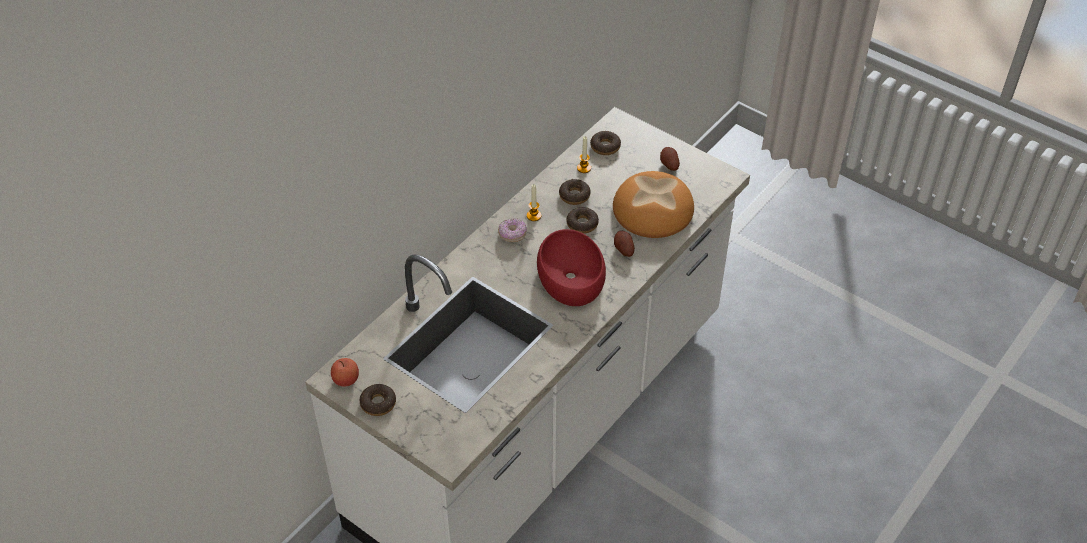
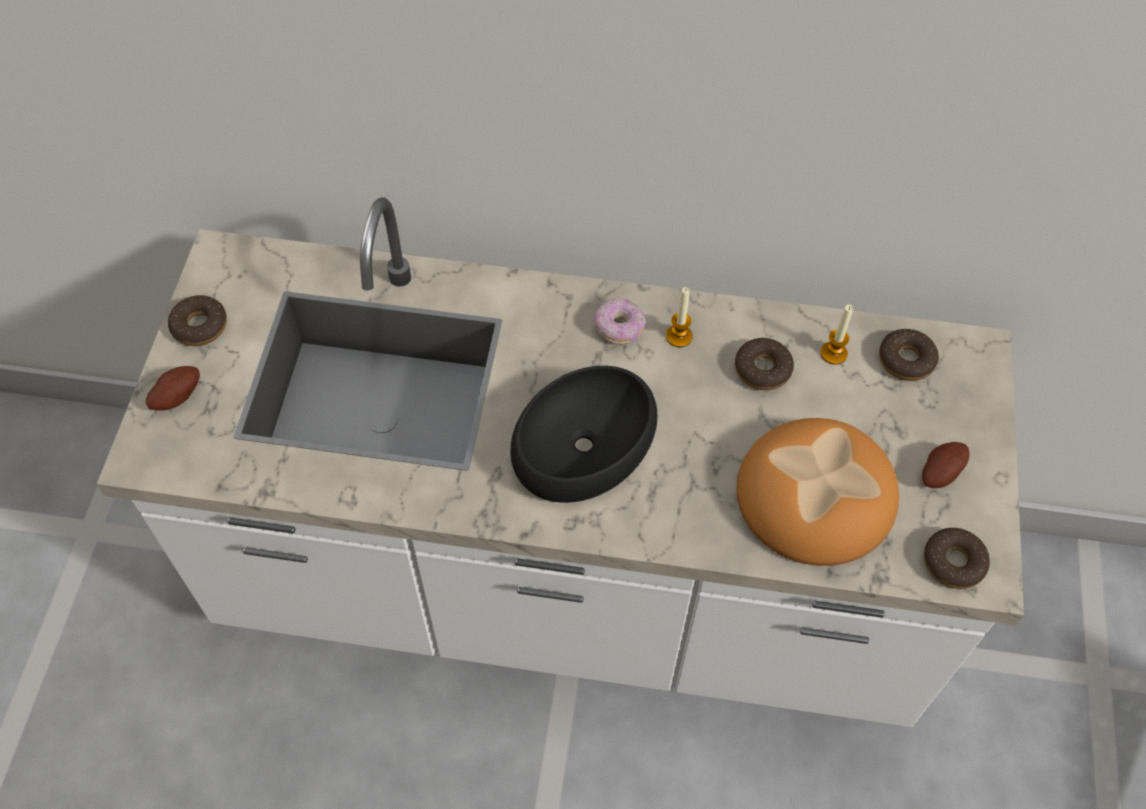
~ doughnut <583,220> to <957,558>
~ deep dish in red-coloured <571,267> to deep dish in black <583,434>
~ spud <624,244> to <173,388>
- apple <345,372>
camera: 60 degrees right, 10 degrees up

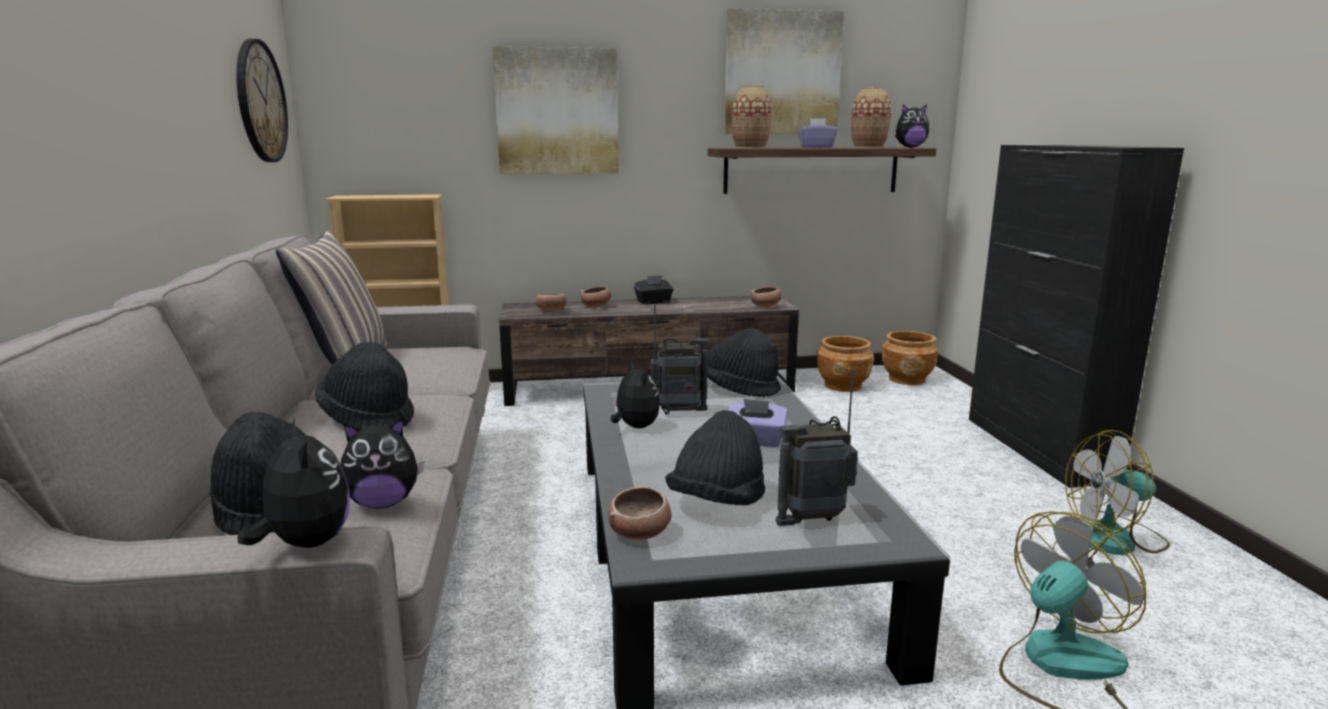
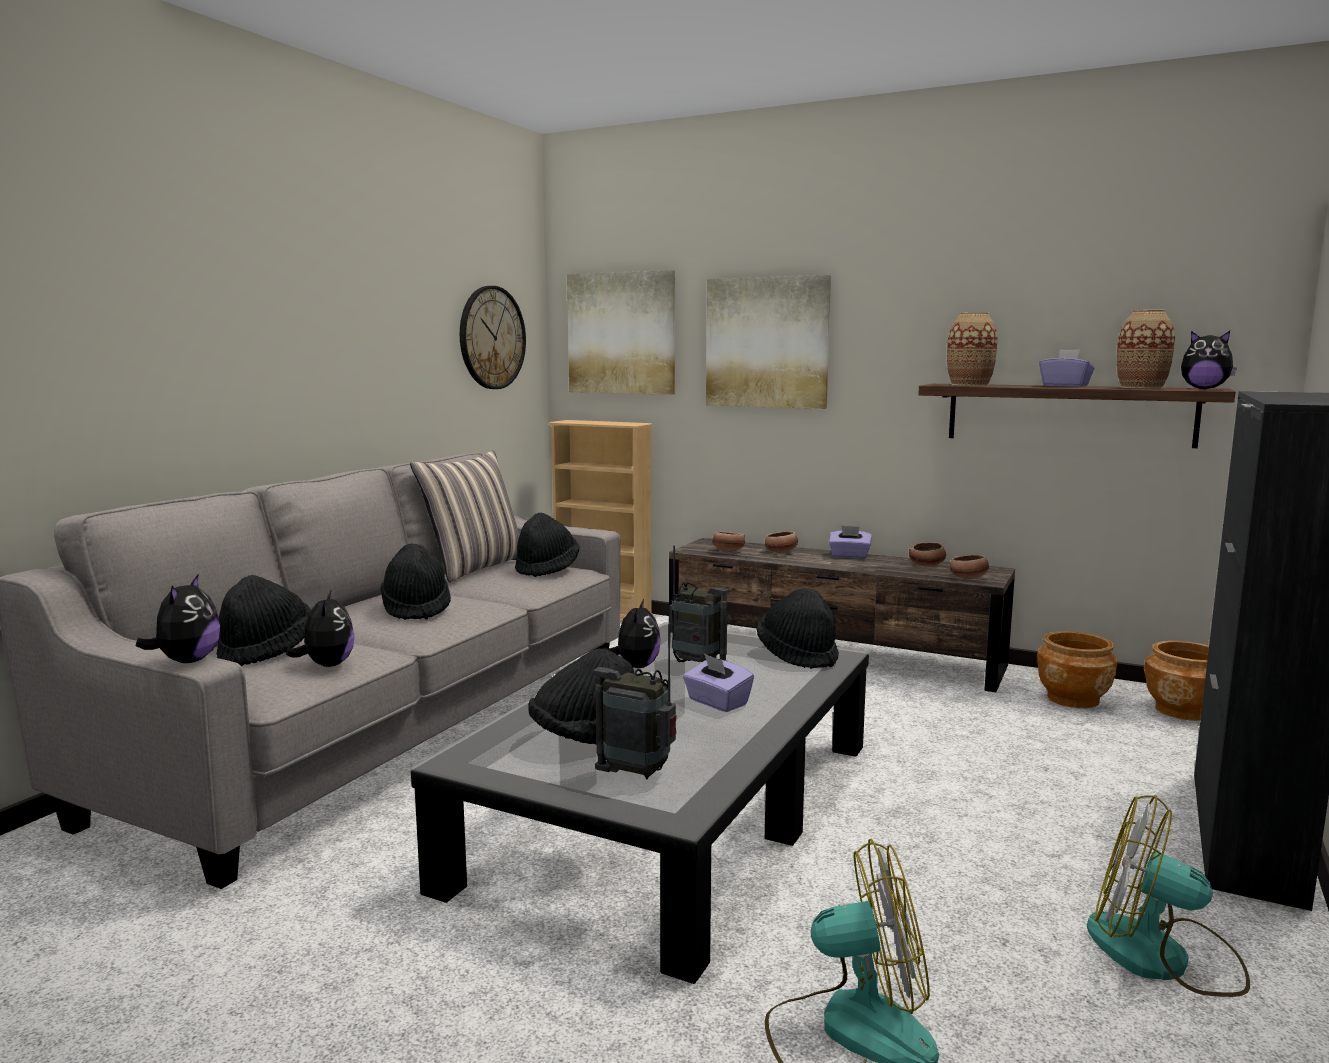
~ wall art <784,71> to <621,332>
~ tissue holder in black <654,289> to tissue holder in purplish <850,542>
~ soft toy <382,463> = <320,628> 120 degrees counterclockwise
~ deep dish <639,513> to <927,554>
+ wearable hat in black <547,545>
camera: 35 degrees right, 5 degrees down

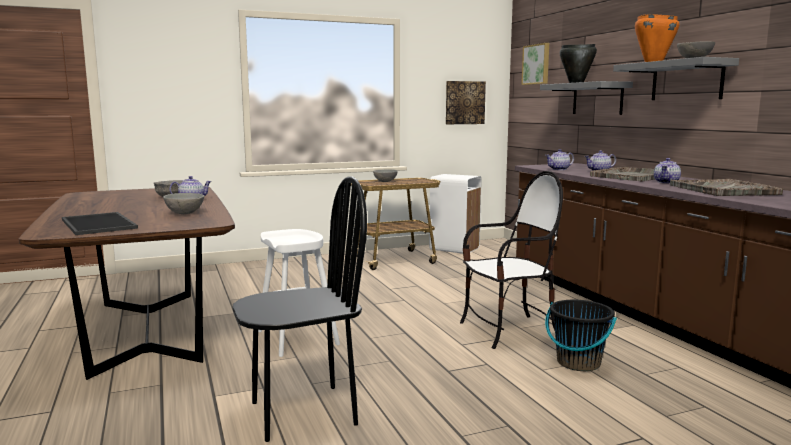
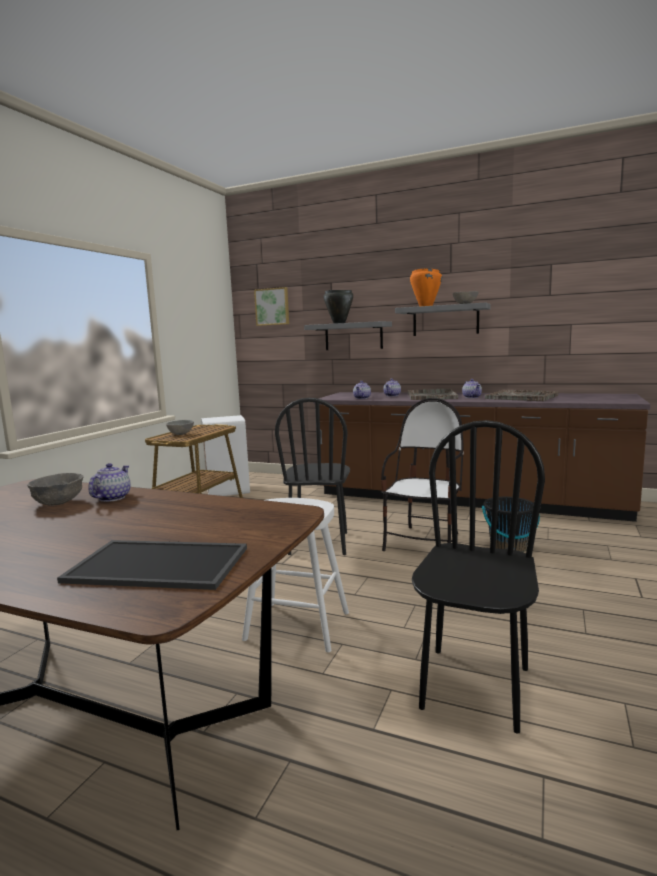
- wall art <466,102>
- deep dish in grey <183,203>
+ upright chair in black <312,476>
camera: 45 degrees left, 0 degrees up

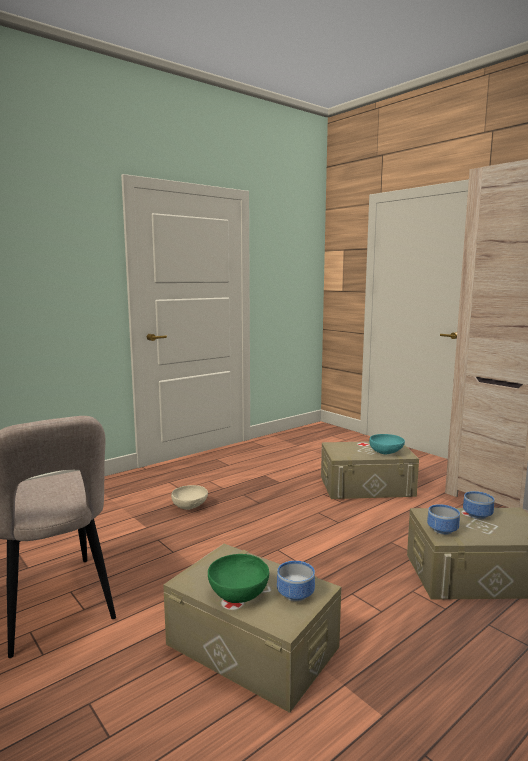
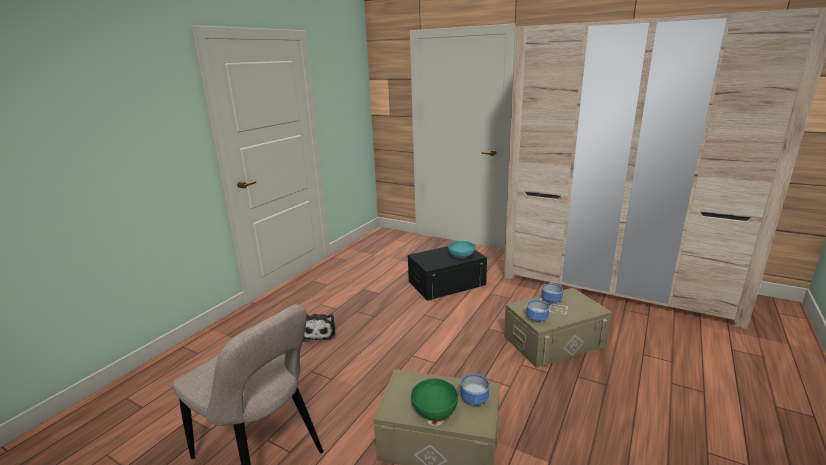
~ storage container in sand-coloured <370,470> to storage container in black <447,273>
~ deep dish in sand-coloured <189,497> to soft toy <319,328>
camera: 20 degrees left, 10 degrees up

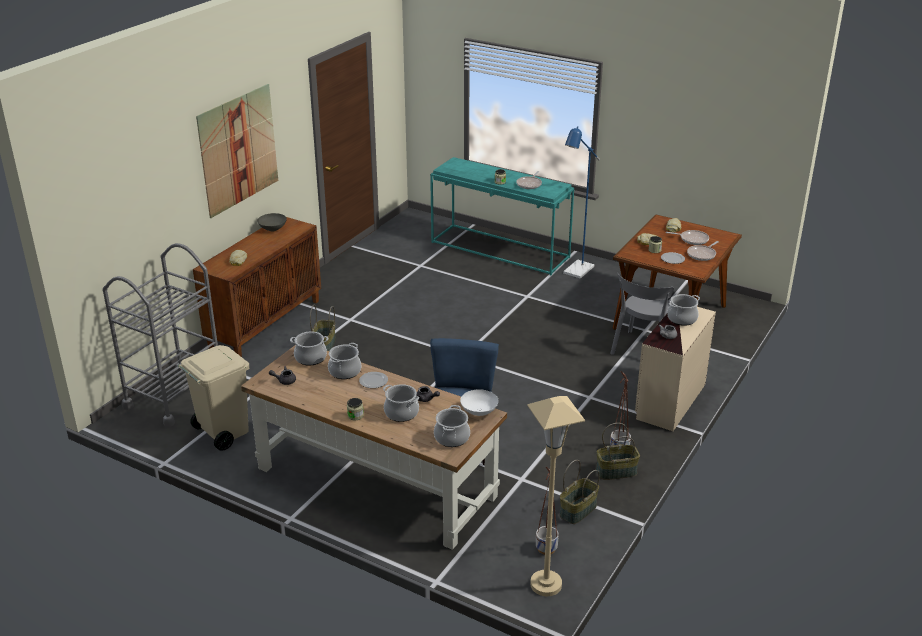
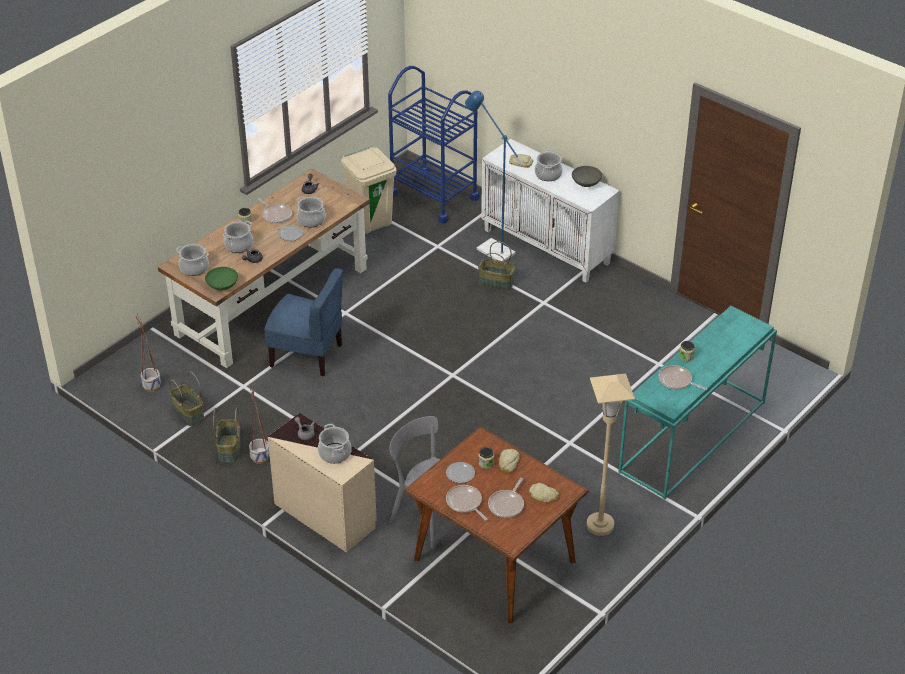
- wall art <237,151>
~ standard lamp in blue <581,202> to <494,176>
~ storage cabinet in brown <257,287> to storage cabinet in white-coloured <550,211>
~ cart in grey <160,335> to cart in blue <433,145>
~ saucepot <309,349> to <549,165>
~ deep dish in white-coloured <479,402> to deep dish in green-coloured <221,278>
~ standard lamp in sand-coloured <556,496> to <611,455>
+ frying pan <274,210>
camera: 100 degrees right, 10 degrees up

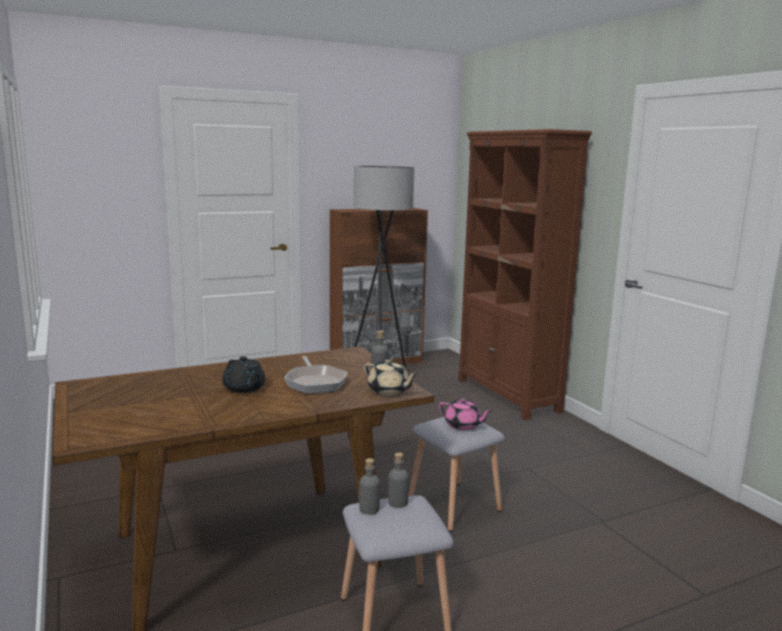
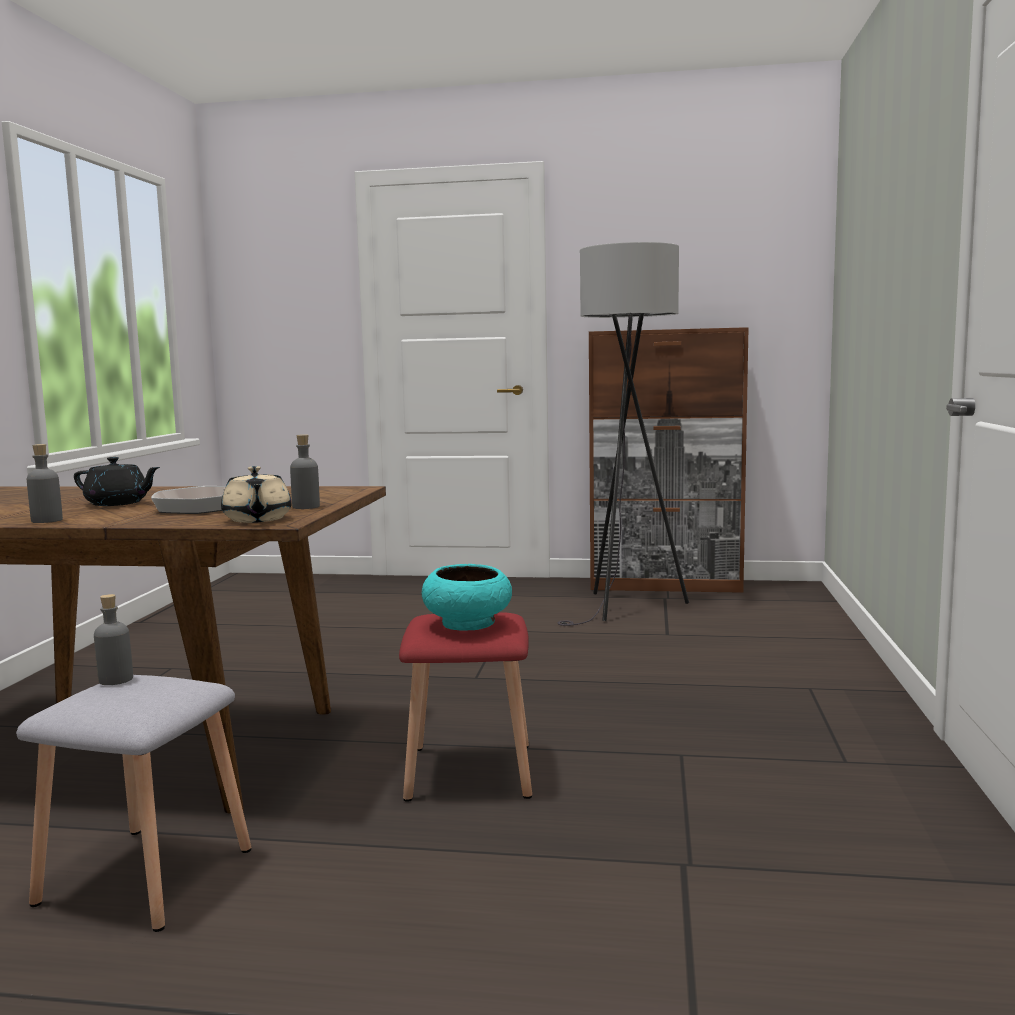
- bookshelf in brown <525,274>
~ pot for tea in black <244,374> = <117,481> 75 degrees counterclockwise
~ pot for tea in pink-coloured <465,414> to deep dish in turquoise-coloured <467,597>
~ stool in grey <456,474> to stool in red-coloured <465,707>
~ drink bottle in grey <398,480> to <45,483>
camera: 35 degrees right, 5 degrees down

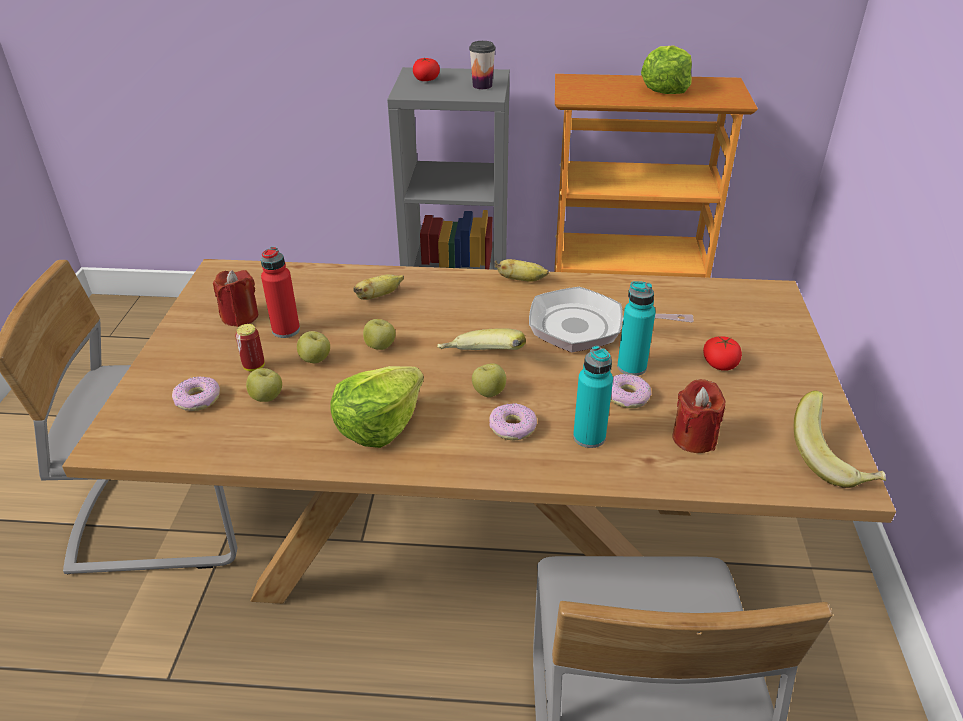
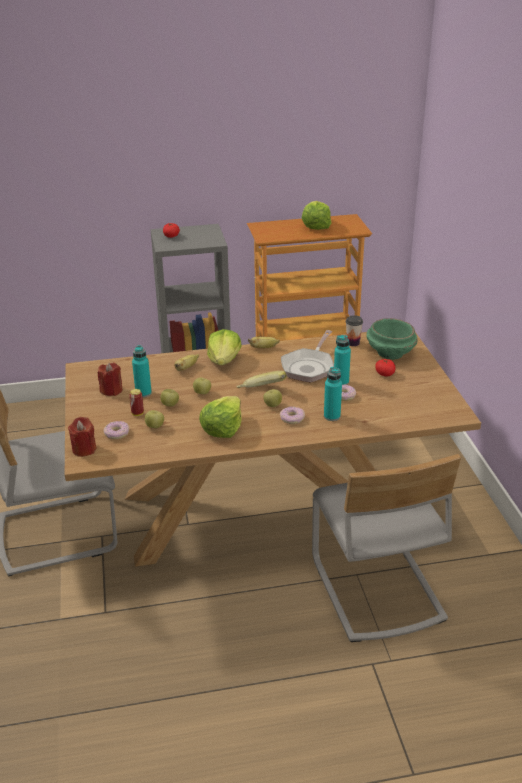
~ small cup <482,65> to <354,330>
~ drink bottle in red-coloured <280,292> to drink bottle in turquoise-coloured <142,371>
~ frying pan <611,319> = <307,356> 60 degrees counterclockwise
~ candle in red-coloured <698,416> to <82,437>
- banana <840,439>
+ deep dish in green-coloured <392,339>
+ lettuce <224,347>
camera: 15 degrees left, 5 degrees down

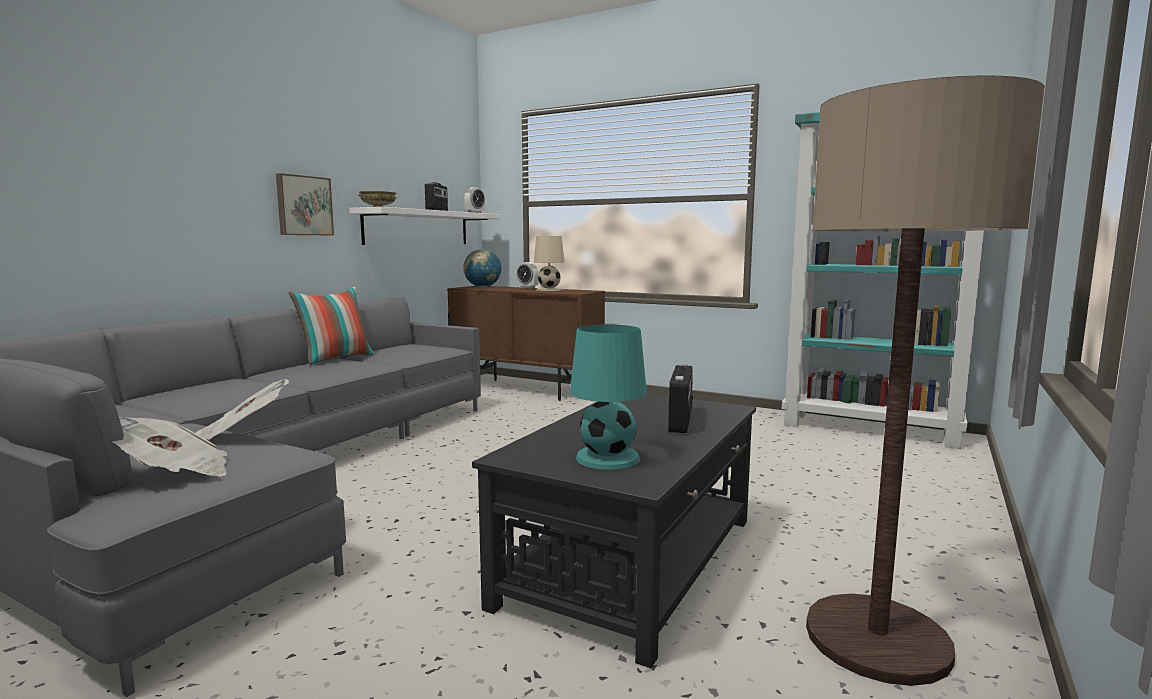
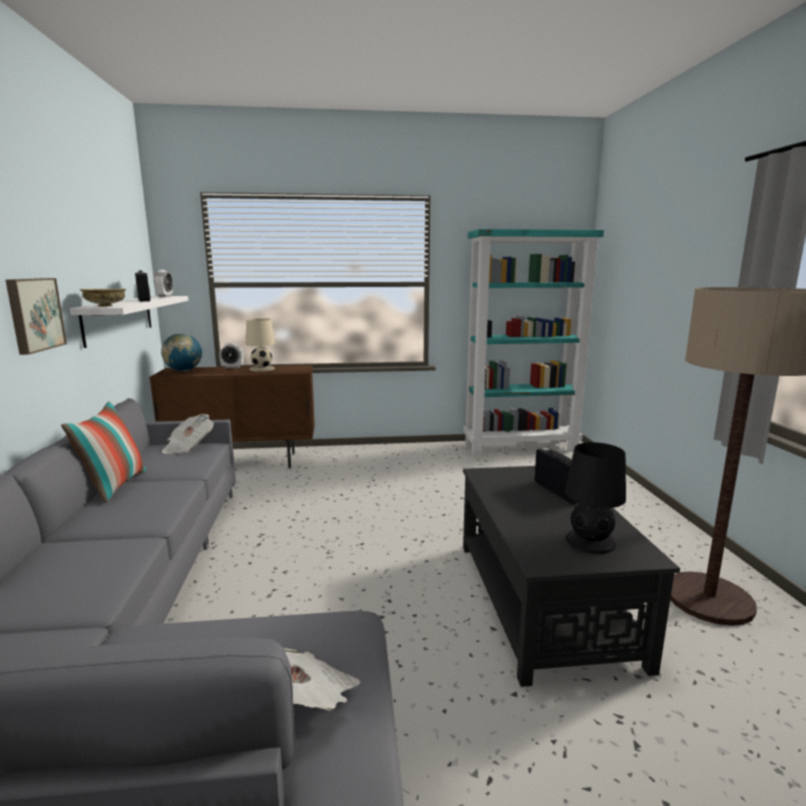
~ table lamp in turquoise-coloured <608,397> to table lamp in black <595,498>
~ newspaper <242,409> to <188,434>
camera: 35 degrees left, 5 degrees up

